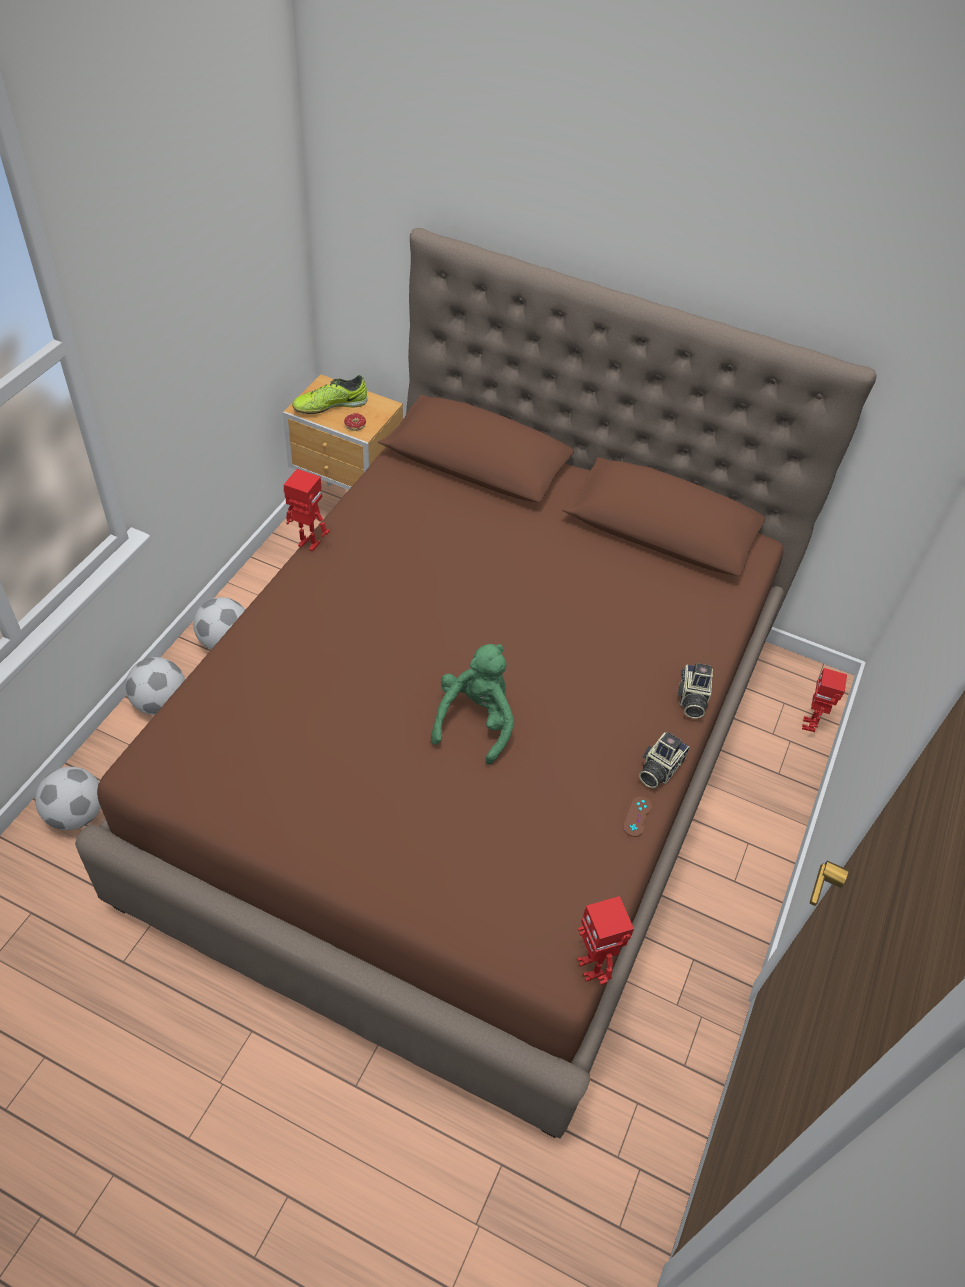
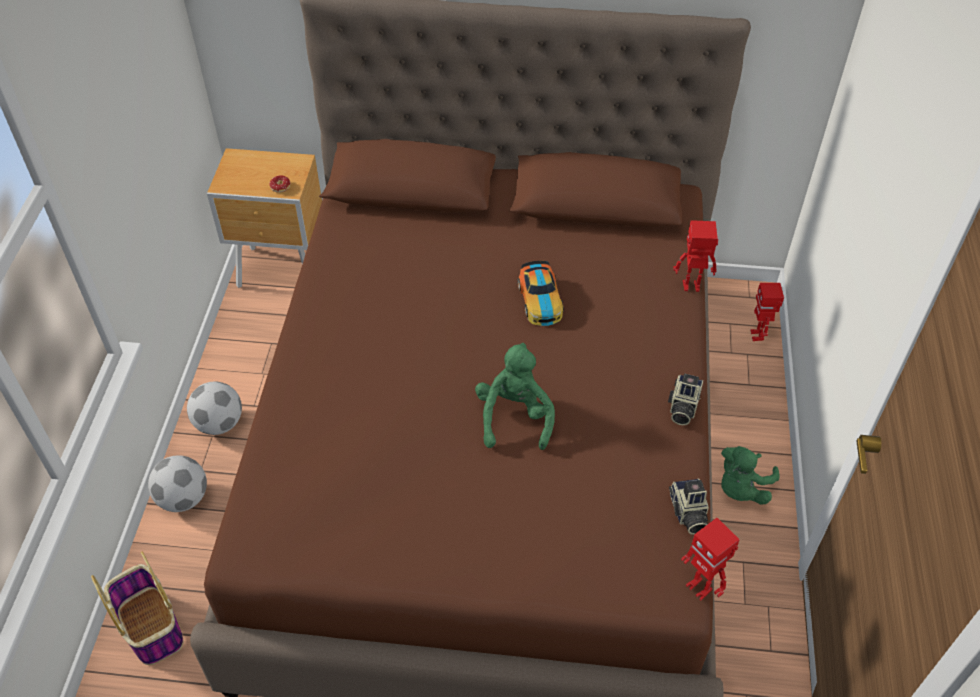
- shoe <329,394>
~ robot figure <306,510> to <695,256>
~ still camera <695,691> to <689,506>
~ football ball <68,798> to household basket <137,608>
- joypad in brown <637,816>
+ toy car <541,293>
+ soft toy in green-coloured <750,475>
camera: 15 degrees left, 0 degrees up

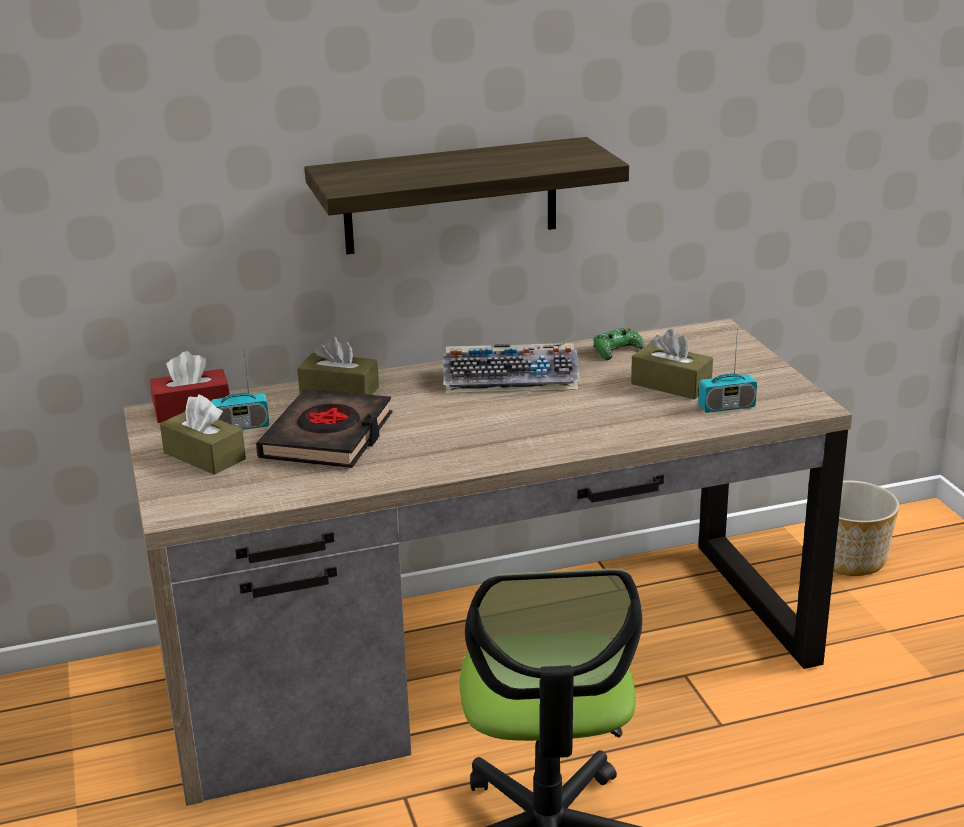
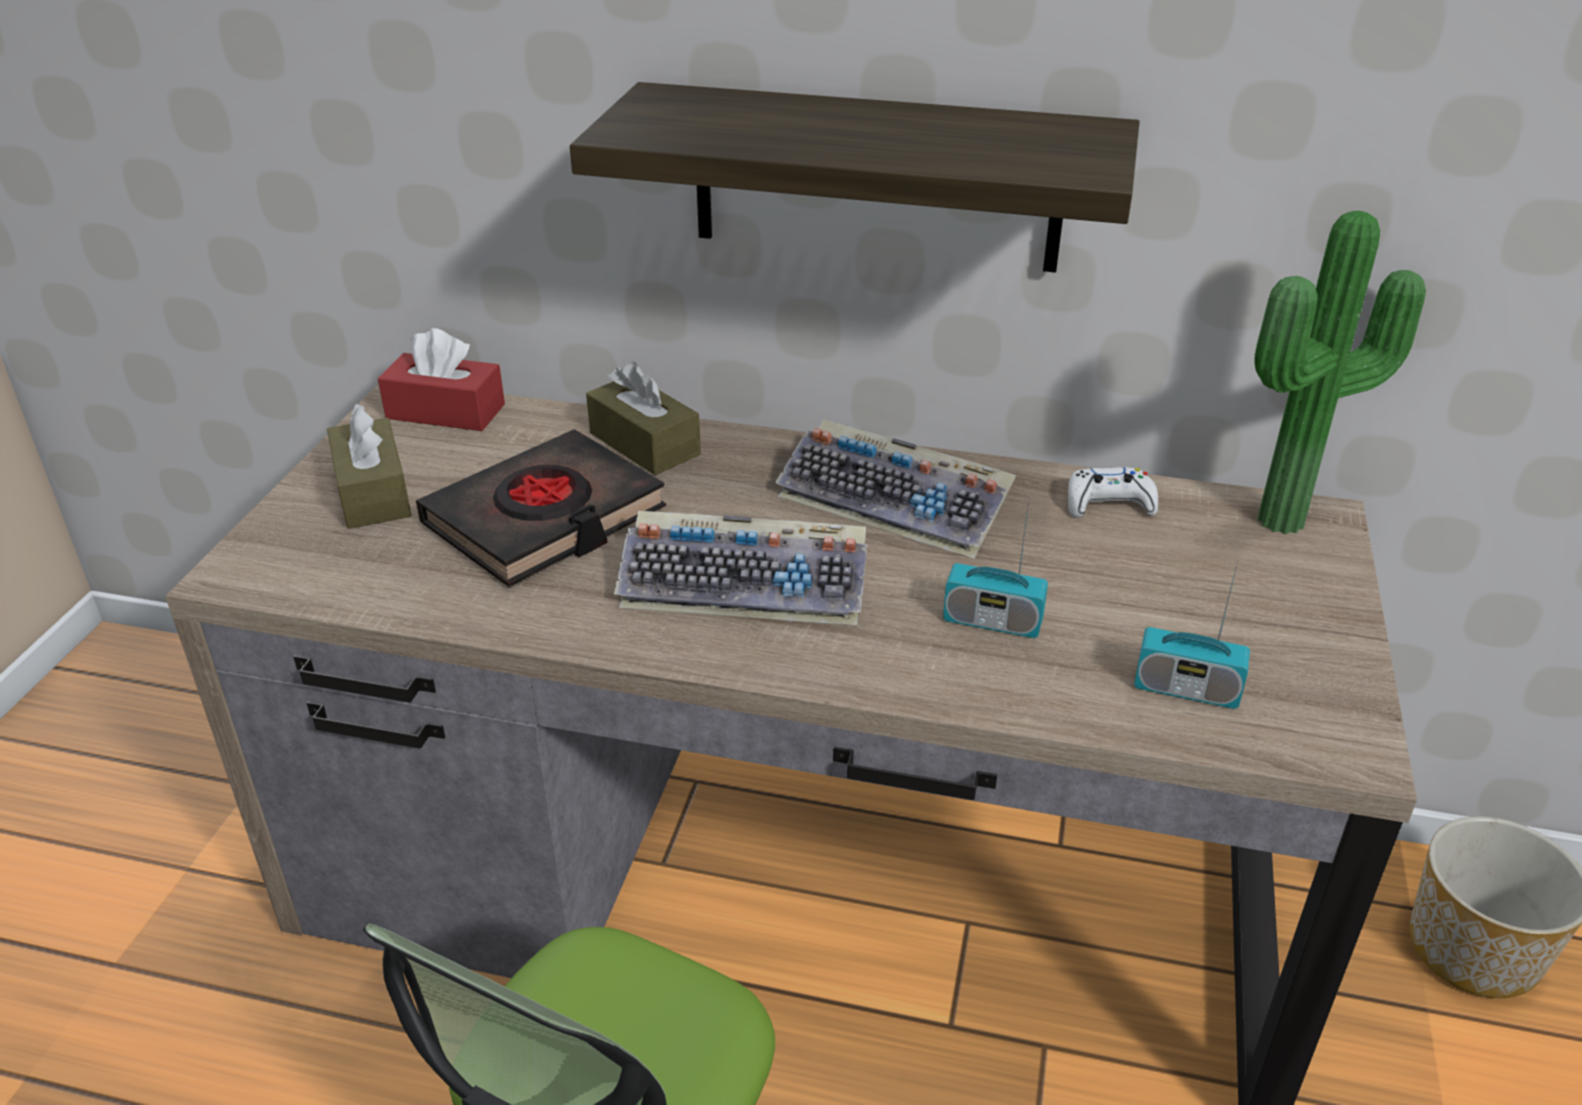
~ joypad in green-coloured <619,344> to joypad in white-coloured <1113,492>
- tissue holder in brown <672,364>
~ radio receiver <240,388> to <995,567>
+ potted plant <1340,372>
+ keyboard <740,568>
camera: 30 degrees right, 10 degrees up

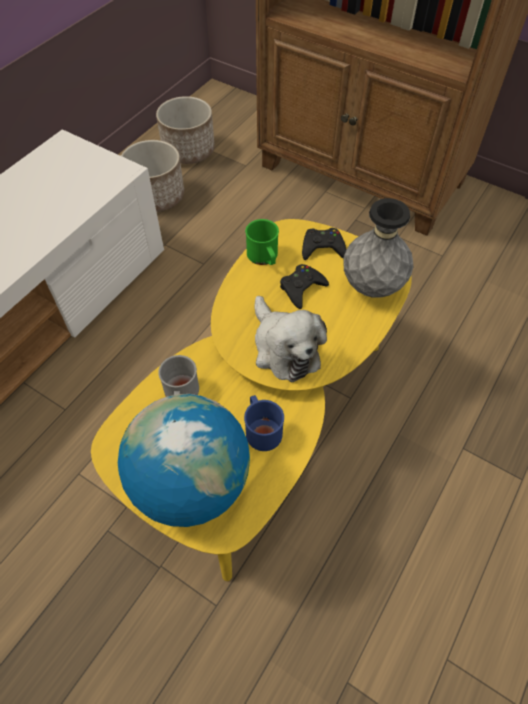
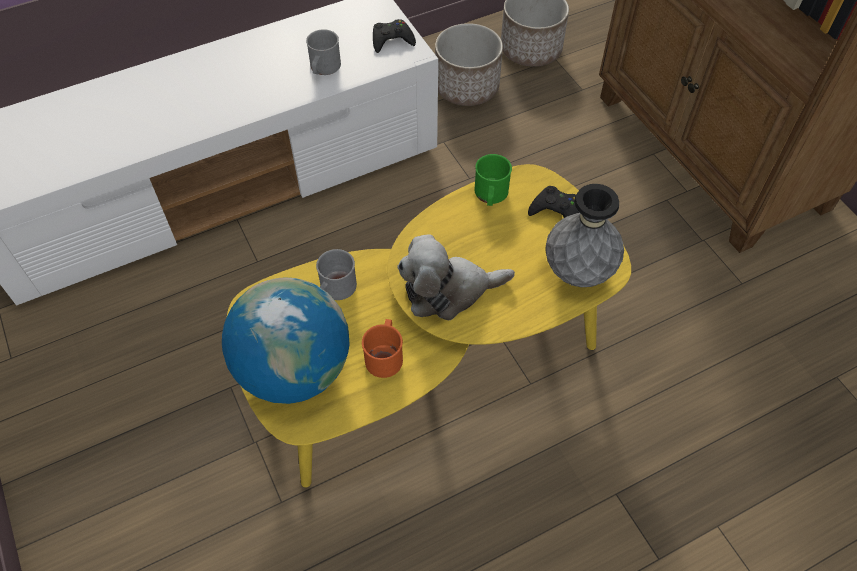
~ joypad in black <304,286> to <394,36>
~ soft toy <291,339> = <456,277> 75 degrees clockwise
~ mug in blue <264,423> to mug in orange-coloured <382,348>
+ mug in grey <323,52>
camera: 30 degrees right, 0 degrees up

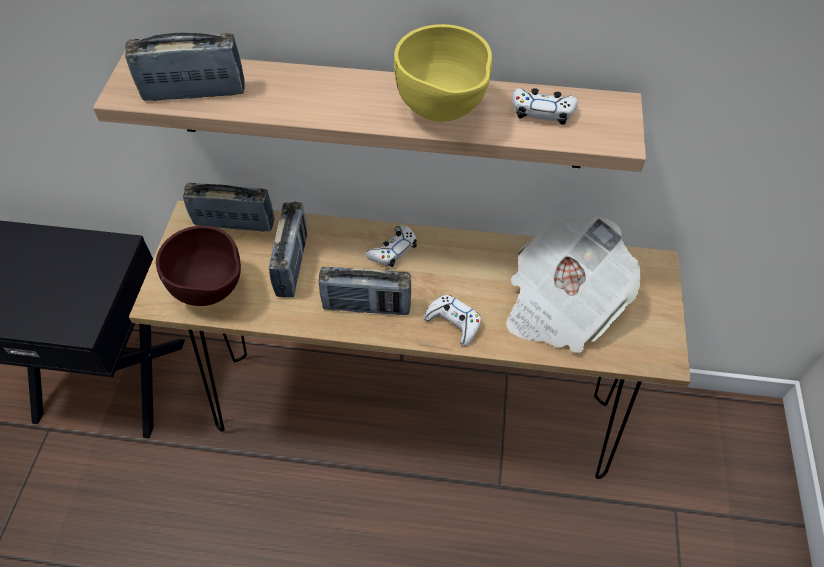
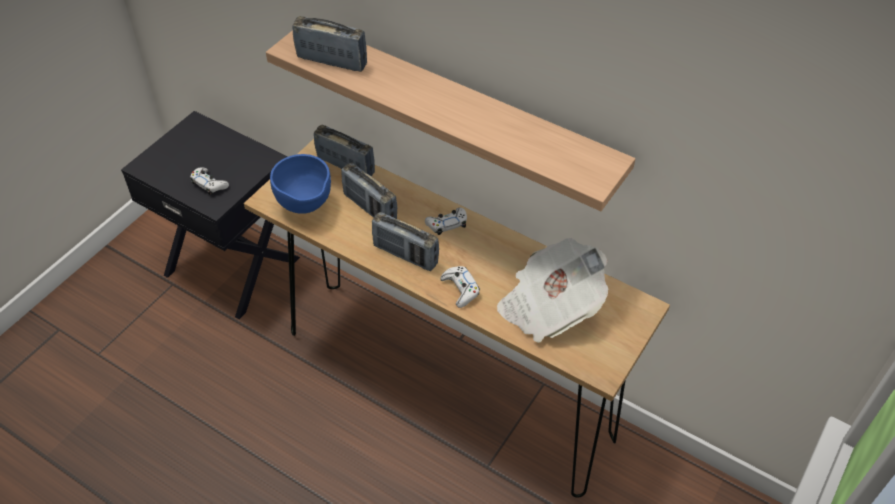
- deep dish in yellow-coloured <443,73>
~ joypad in white-coloured <545,106> to <209,181>
~ radio receiver <288,249> = <369,191> 105 degrees clockwise
~ deep dish in brown <198,265> to deep dish in blue <300,184>
camera: 25 degrees right, 5 degrees down

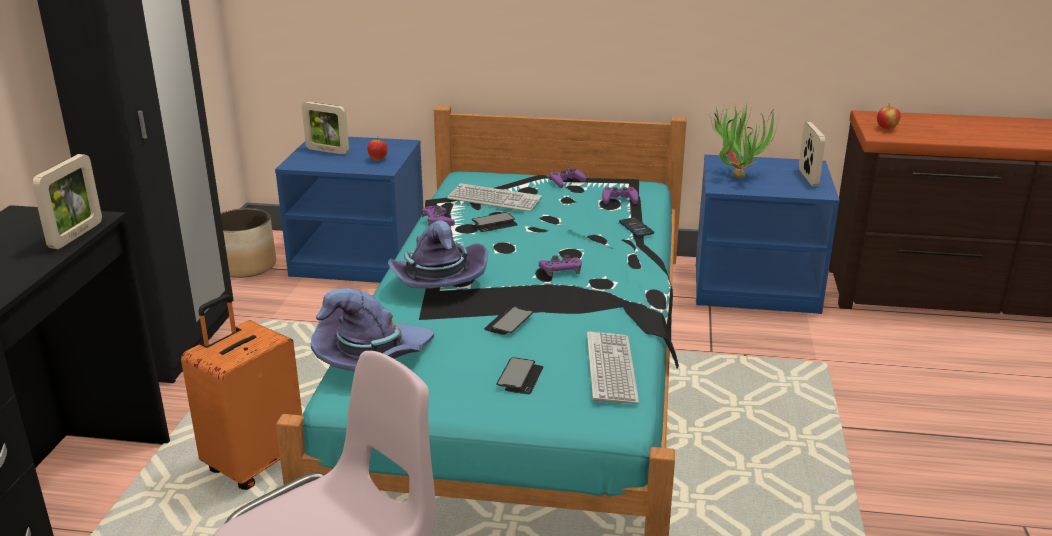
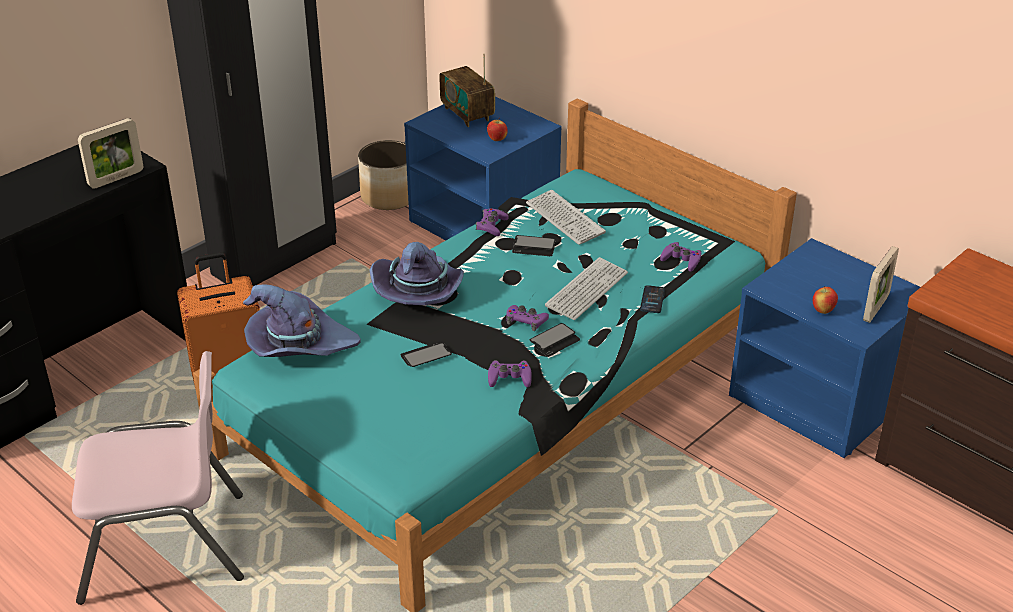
~ standing frame <325,128> to radio receiver <467,90>
- potted plant <744,141>
~ apple <889,118> to <825,300>
~ joypad in purplish <567,178> to <510,373>
~ keyboard <613,368> to <586,288>
~ phone <520,375> to <554,340>
camera: 35 degrees right, 10 degrees up

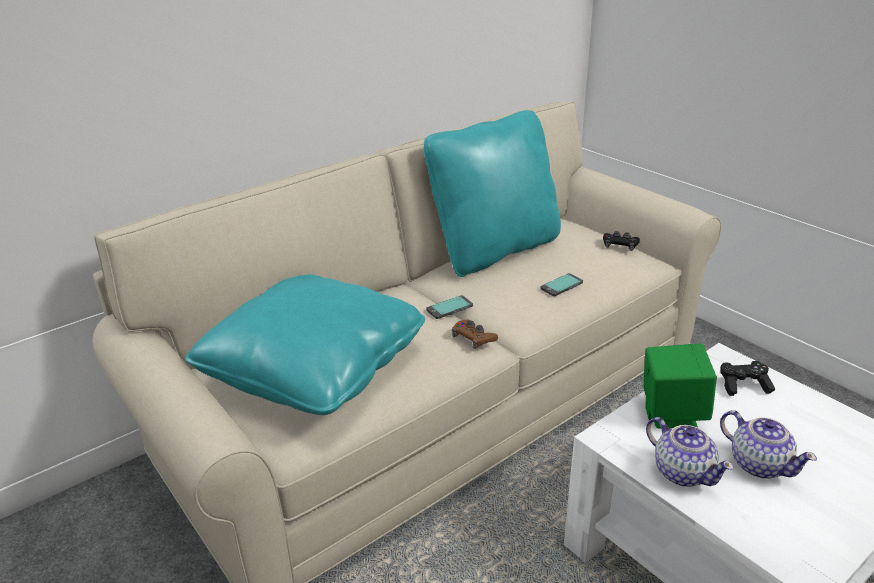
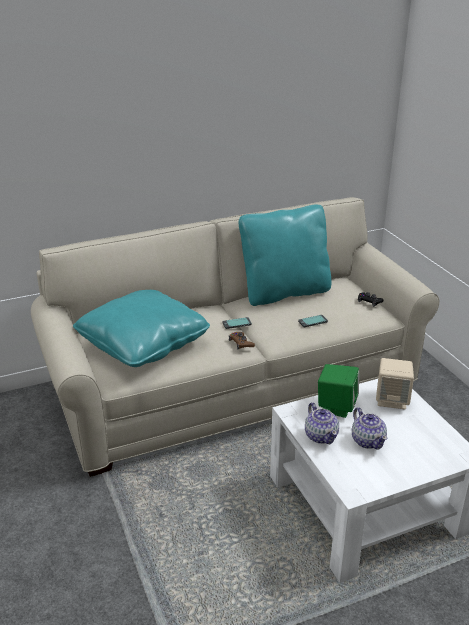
~ joypad in black <747,378> to loudspeaker in sand-coloured <395,384>
camera: 15 degrees right, 0 degrees up

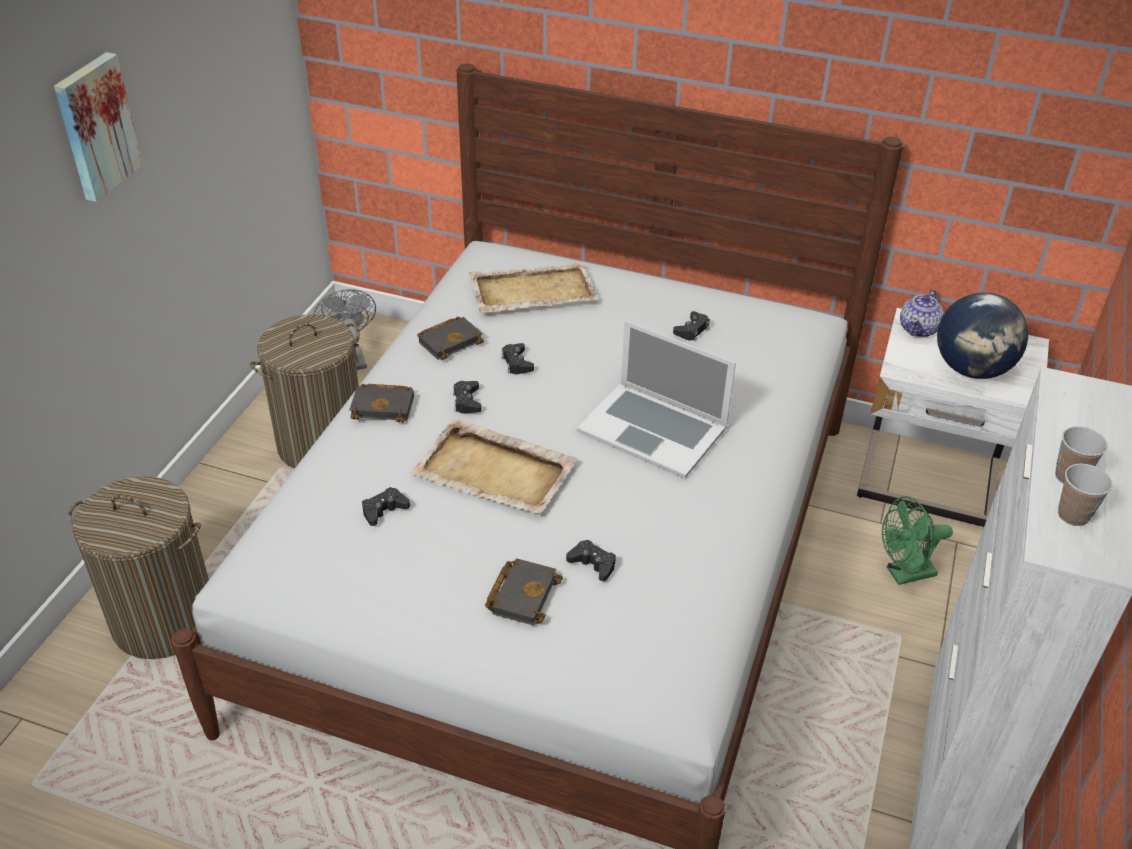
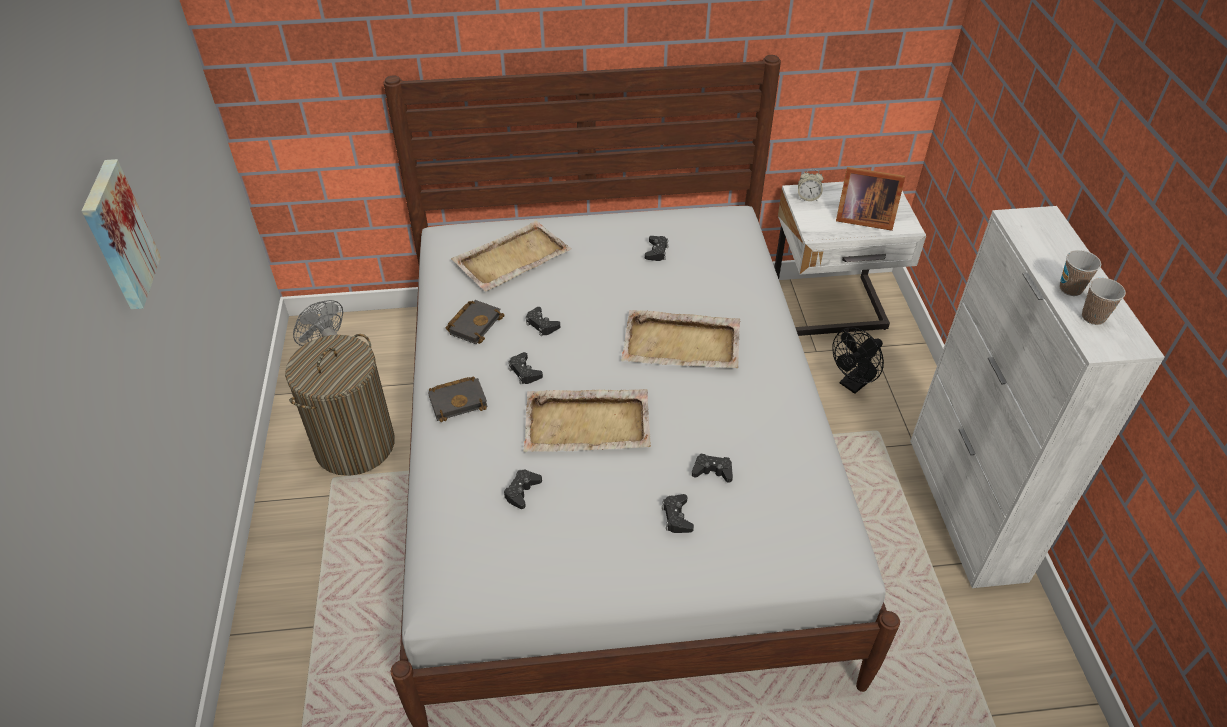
~ pot for tea <922,313> to table clock <811,185>
~ world globe <982,335> to standing frame <870,199>
~ laptop <656,399> to serving tray in sand-coloured <680,339>
- washing basket <138,567>
~ electric fan in green-coloured <917,540> to electric fan in black <858,361>
~ bound book in black <524,592> to joypad in black <678,513>
camera: 25 degrees left, 5 degrees up

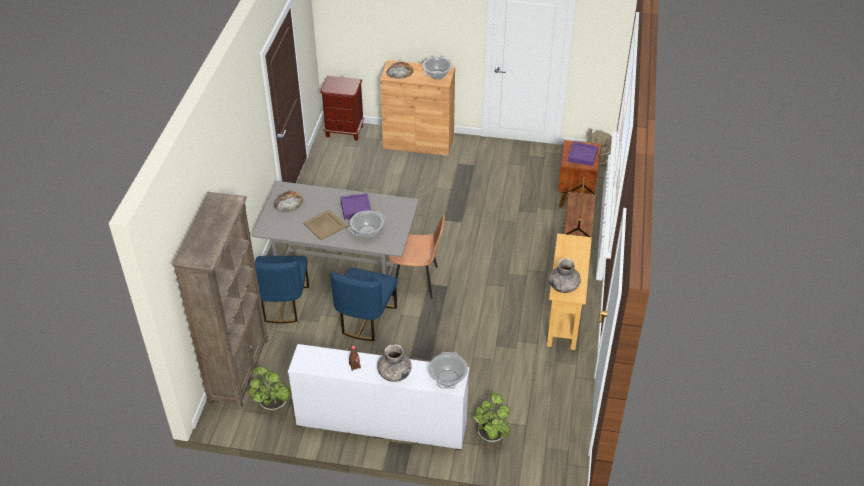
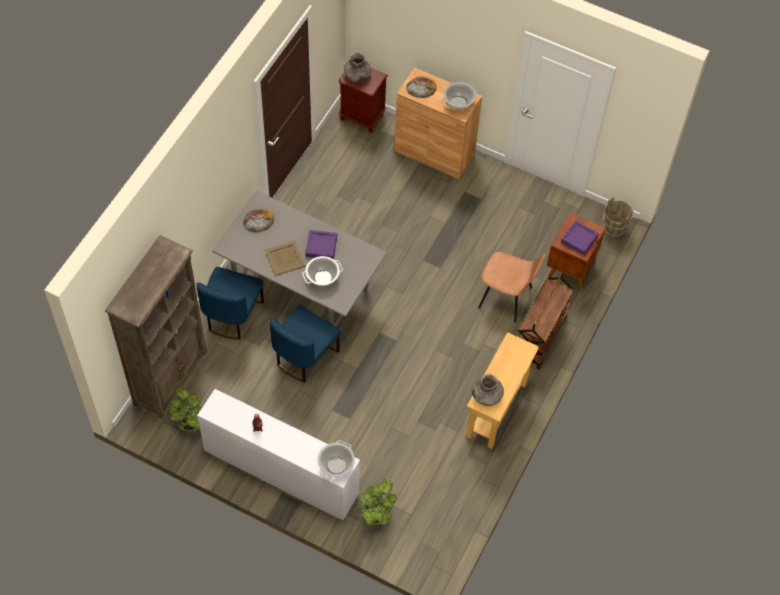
~ upright chair in brown <416,256> to <512,287>
~ decorative vase in grey <394,363> to <357,67>
camera: 15 degrees right, 15 degrees up

